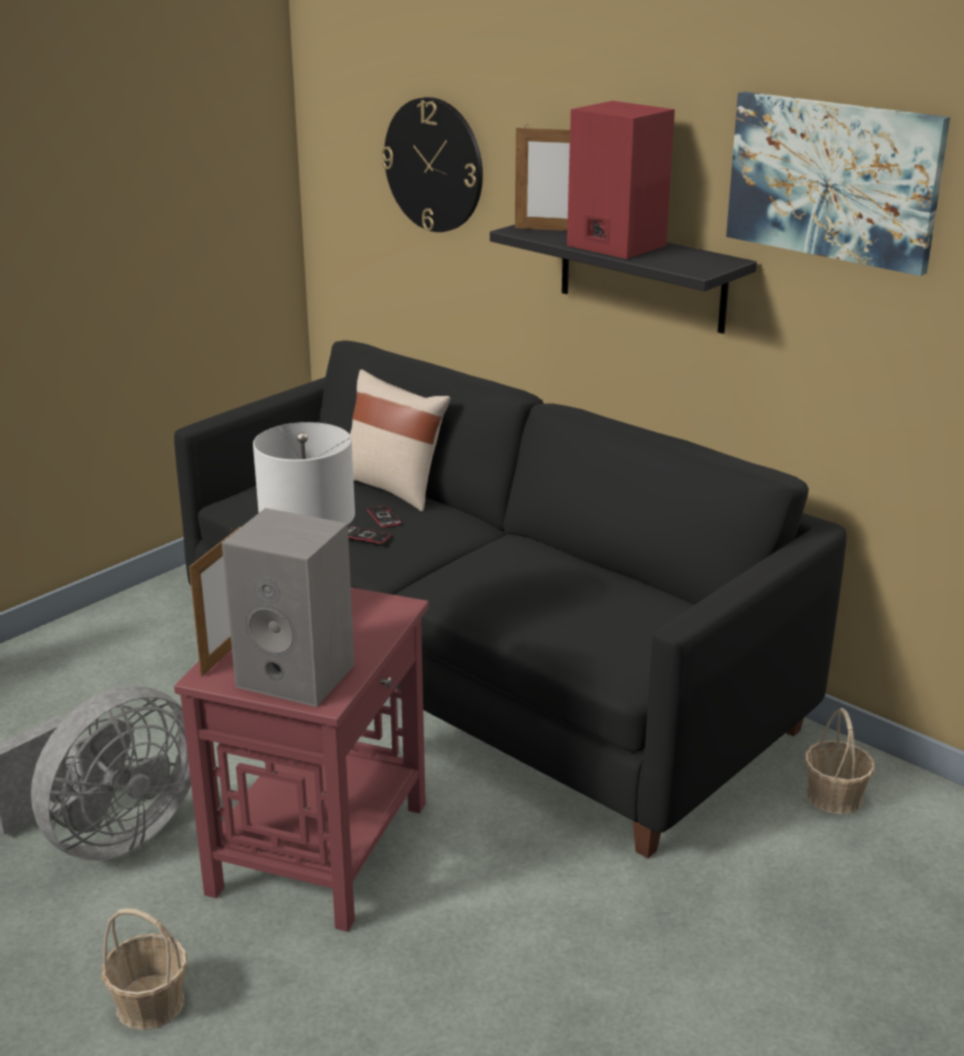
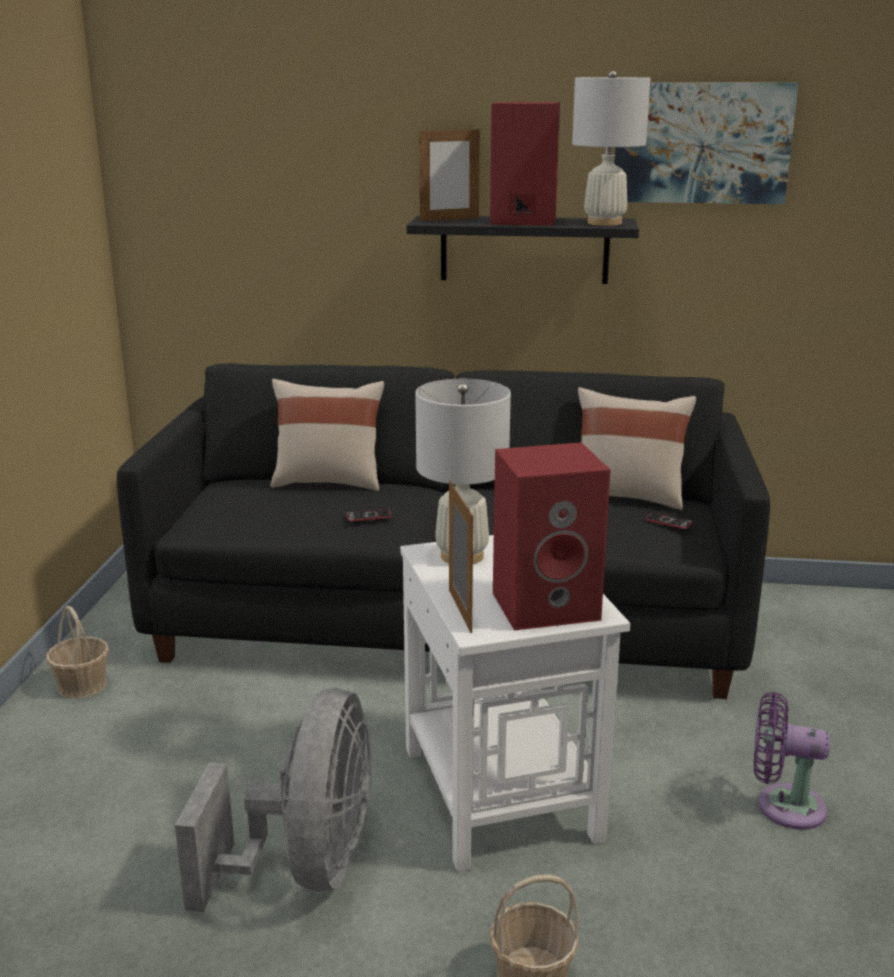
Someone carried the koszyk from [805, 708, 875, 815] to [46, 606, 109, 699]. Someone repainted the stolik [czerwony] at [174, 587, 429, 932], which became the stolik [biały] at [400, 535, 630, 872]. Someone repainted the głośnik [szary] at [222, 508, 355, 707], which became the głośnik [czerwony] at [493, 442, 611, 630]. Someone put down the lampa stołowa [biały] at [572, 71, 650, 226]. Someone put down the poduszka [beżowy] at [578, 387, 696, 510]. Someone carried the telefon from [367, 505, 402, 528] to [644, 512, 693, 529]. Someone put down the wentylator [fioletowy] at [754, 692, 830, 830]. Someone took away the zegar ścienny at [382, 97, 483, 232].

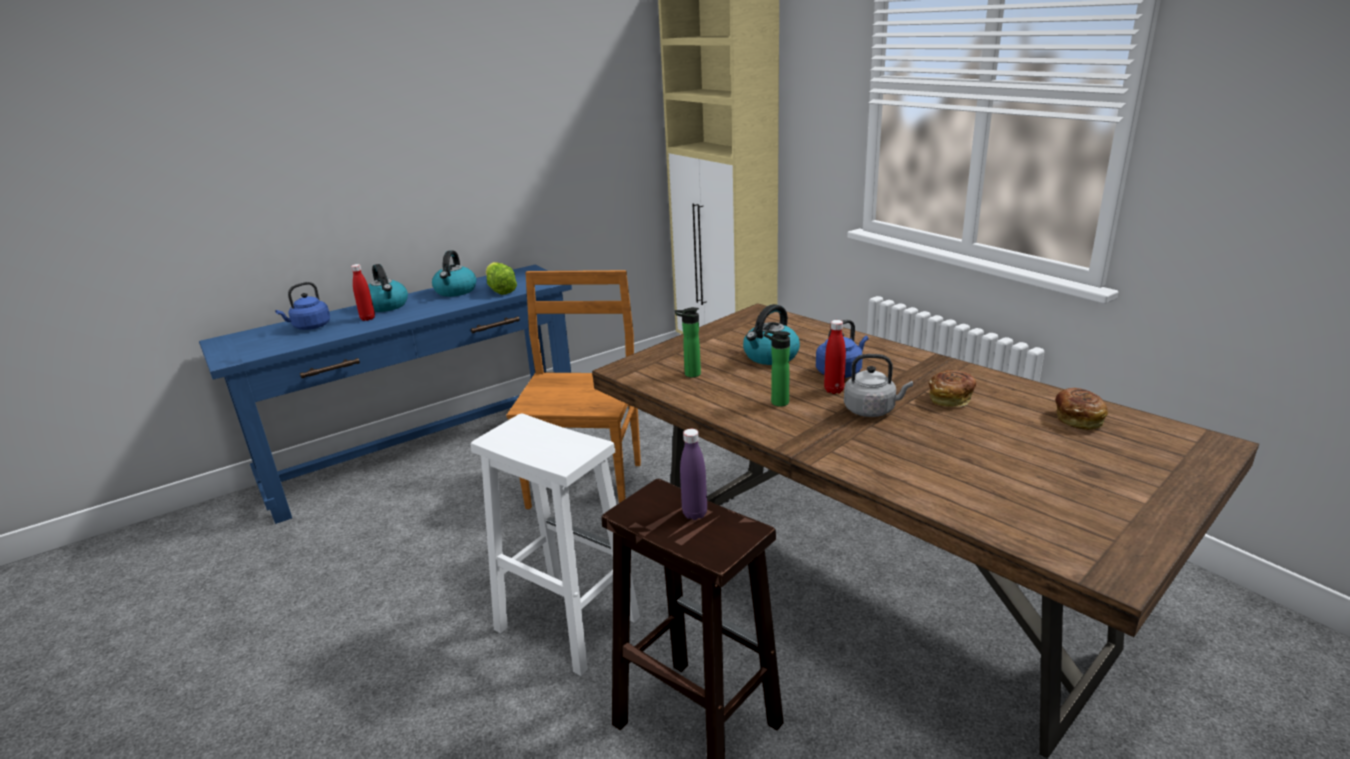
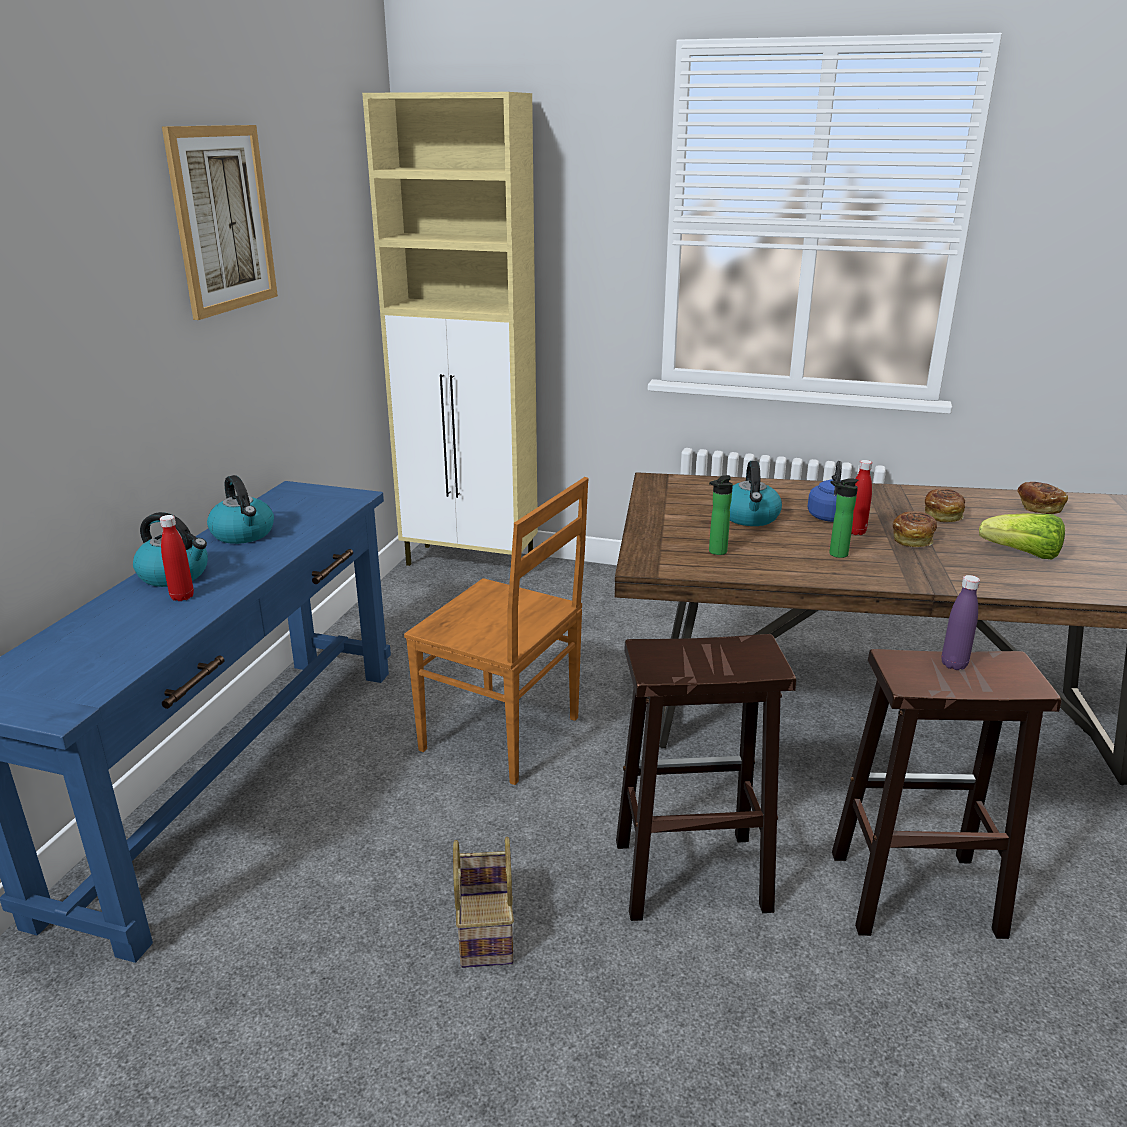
Someone put up the obraz at [162, 125, 278, 320]. Someone rotated the krzesło [brązowy] at [506, 270, 641, 509] by 150 degrees clockwise. Someone put down the koszyk at [453, 837, 514, 968]. Someone repainted the stołek [biały] at [471, 414, 640, 676], which became the stołek [brązowy] at [616, 634, 796, 921]. Someone swapped the czajnik [szary] at [844, 354, 913, 417] for the chleb at [893, 511, 937, 547]. Someone carried the sałata from [486, 262, 517, 295] to [979, 513, 1065, 559]. Someone took away the czajnik [niebieski] at [275, 282, 330, 330].

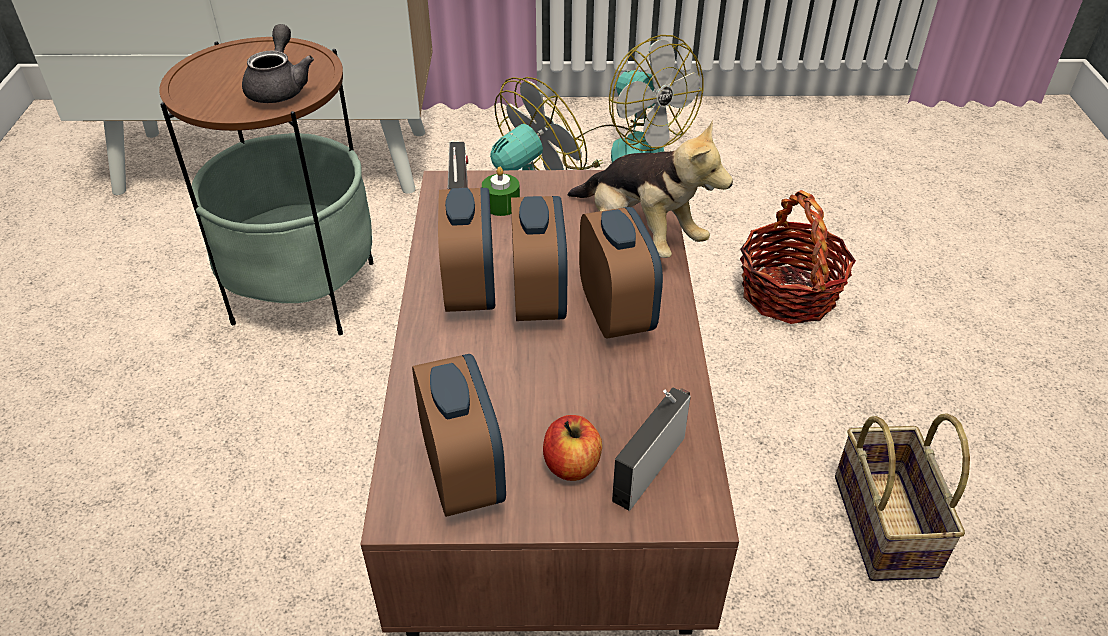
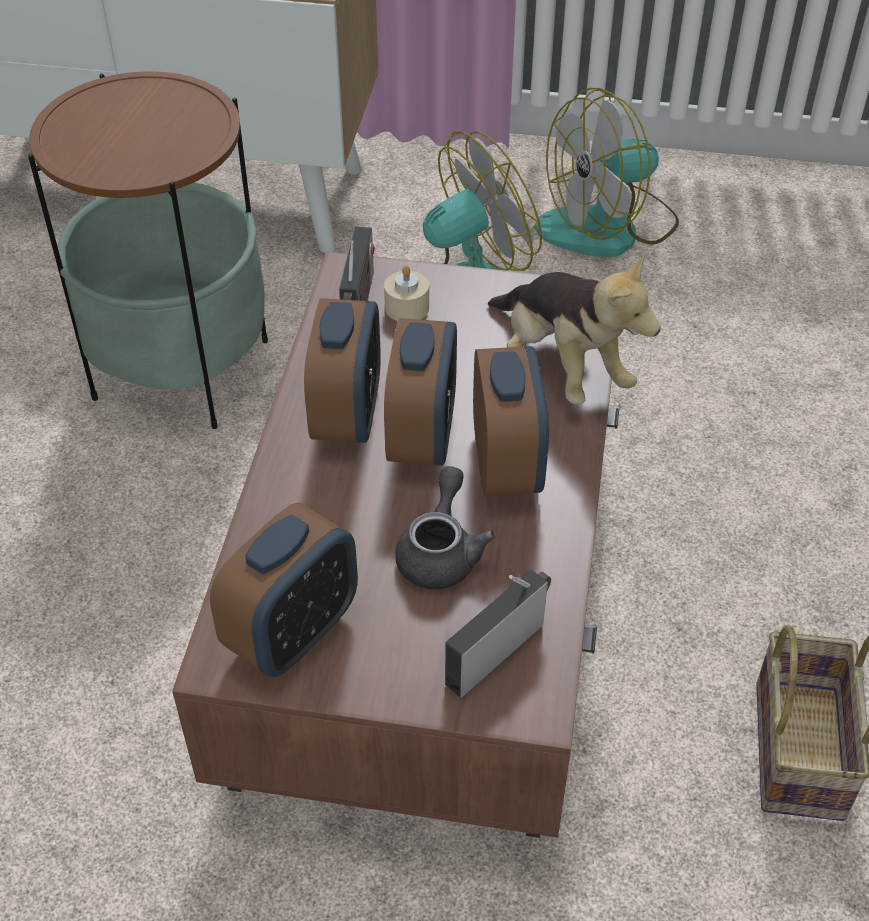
Someone rotated the budzik at [412, 354, 506, 517] by 45 degrees clockwise. Someone repainted the świeca [zielony] at [482, 167, 520, 216], which became the świeca [beżowy] at [384, 265, 429, 321]. Someone carried the imbryk [szary] from [242, 24, 314, 103] to [395, 466, 496, 589]. Someone rotated the wentylator at [562, 35, 703, 170] by 90 degrees clockwise. Someone took away the jabłko at [543, 415, 602, 481]. Someone took away the koszyk at [740, 190, 856, 324].

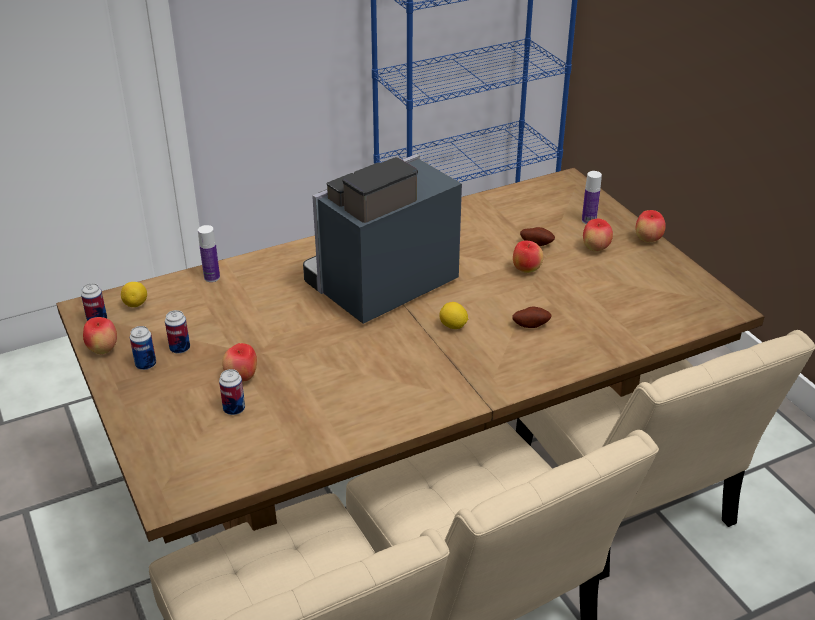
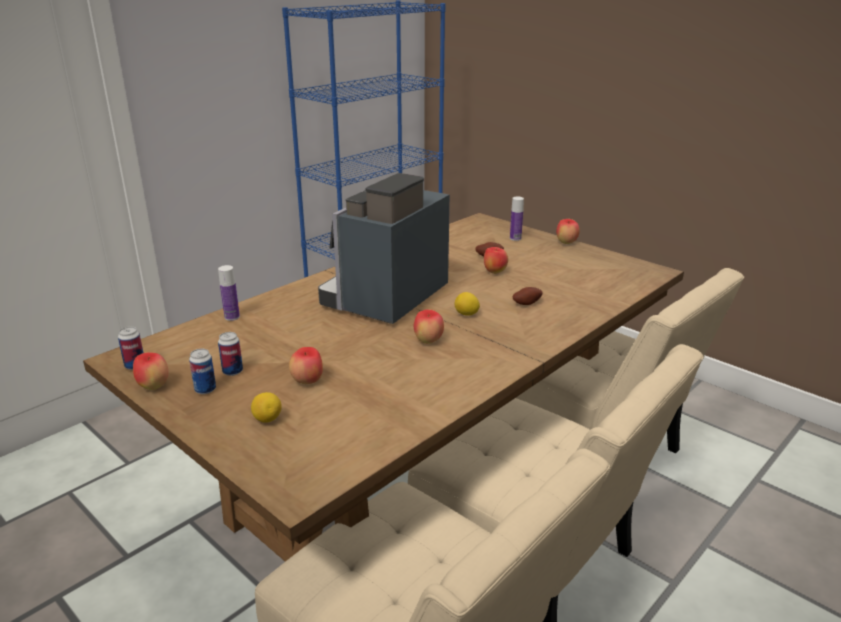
Someone carried the cytryna from [121, 282, 147, 307] to [251, 392, 282, 423]. Someone carried the jabłko from [583, 219, 613, 252] to [414, 309, 444, 344]. Someone took away the puszka at [219, 369, 245, 415].

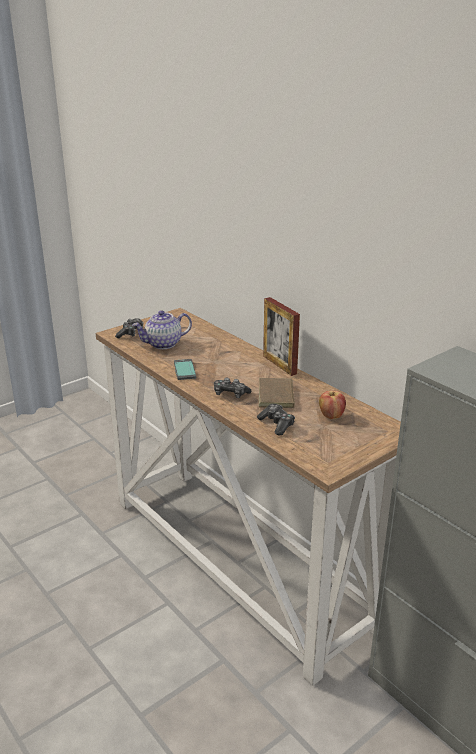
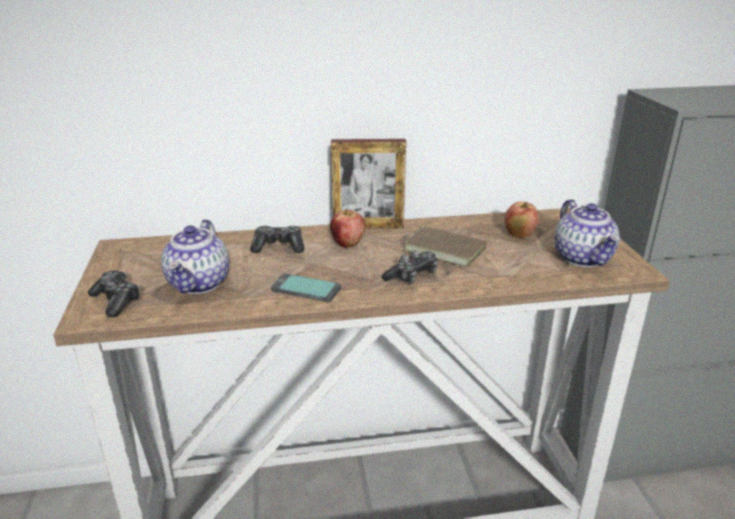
Someone carried the pad do gier from [257, 404, 295, 436] to [250, 226, 304, 253]. Someone put down the jabłko at [330, 209, 365, 248]. Someone put down the imbryk at [555, 199, 621, 267].

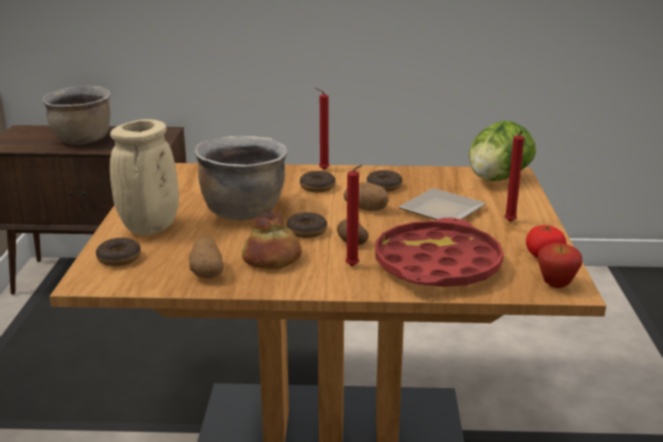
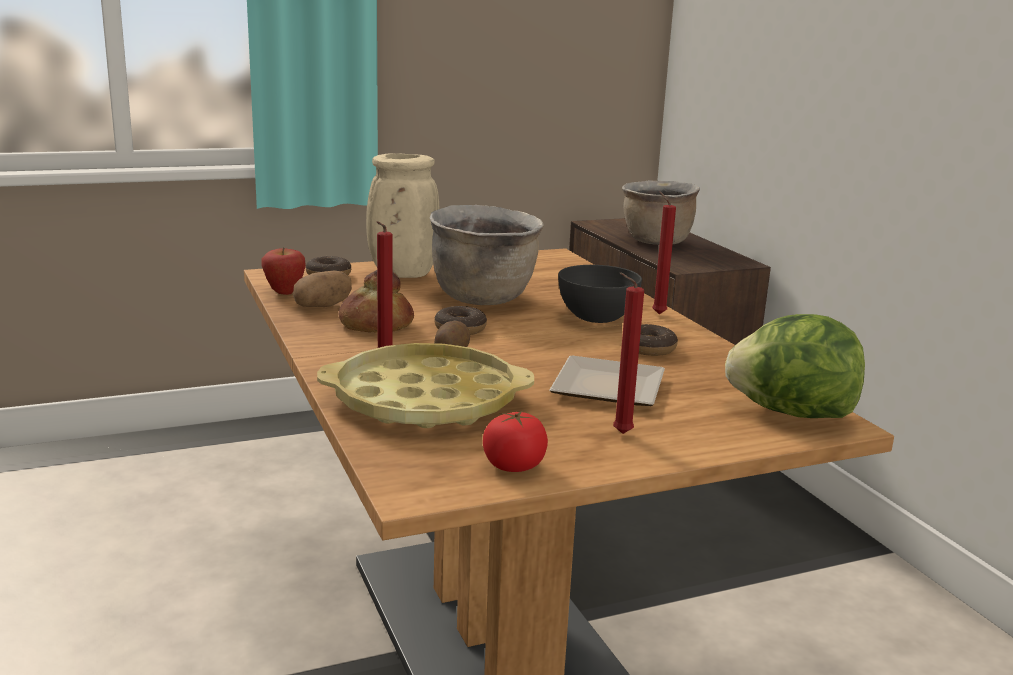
Someone carried the jabłko from [538, 243, 582, 288] to [261, 248, 306, 295]. Someone repainted the taca [czerwony] at [375, 218, 504, 287], which became the taca [żółty] at [317, 343, 534, 428]. Someone swapped the donut at [300, 171, 336, 192] for the miska [szary] at [558, 265, 642, 323]. Someone took away the ziemniak at [344, 182, 389, 211].

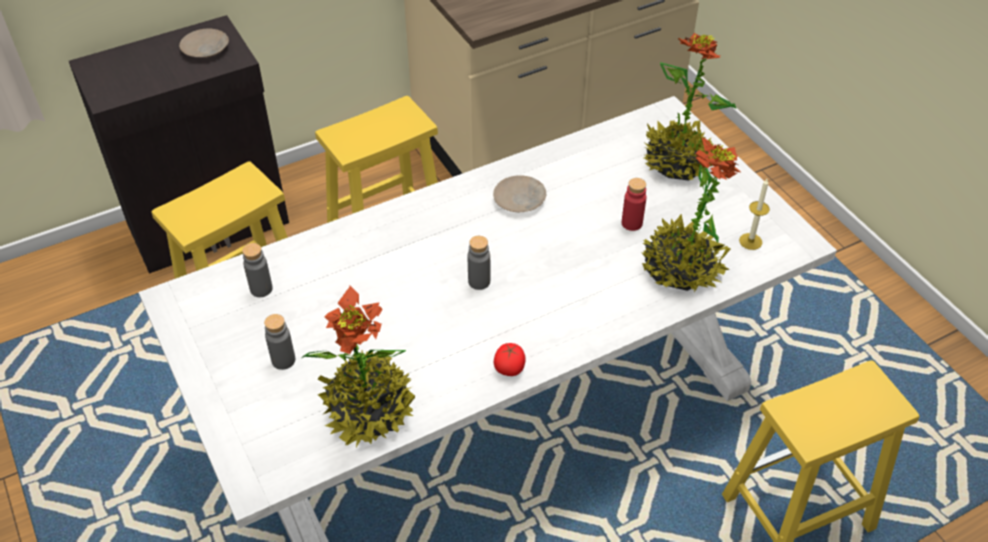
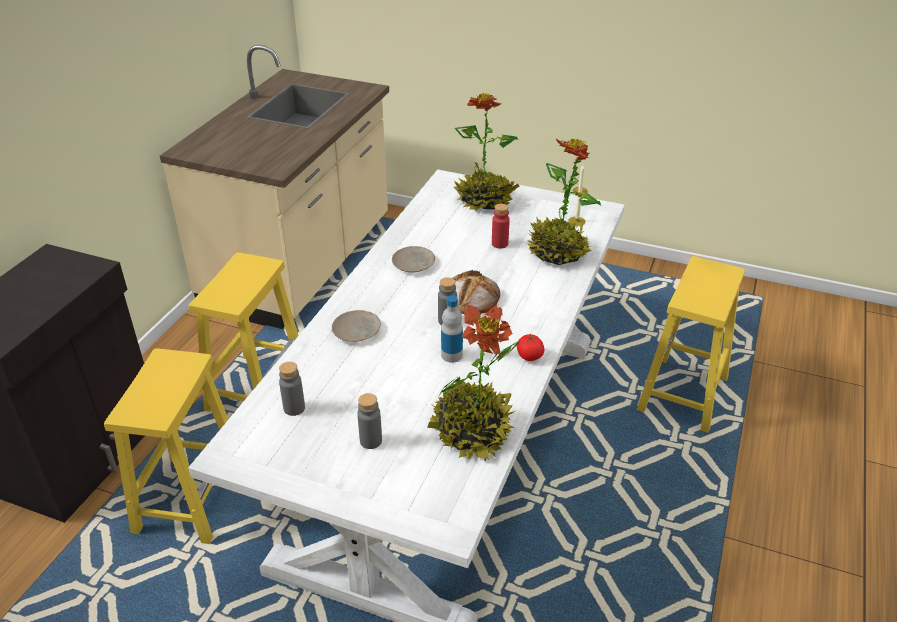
Someone carried the talerz [beżowy] from [179, 28, 229, 58] to [332, 310, 381, 342]. Someone put down the butelka at [441, 295, 463, 363]. Someone put down the chleb at [452, 270, 500, 314].

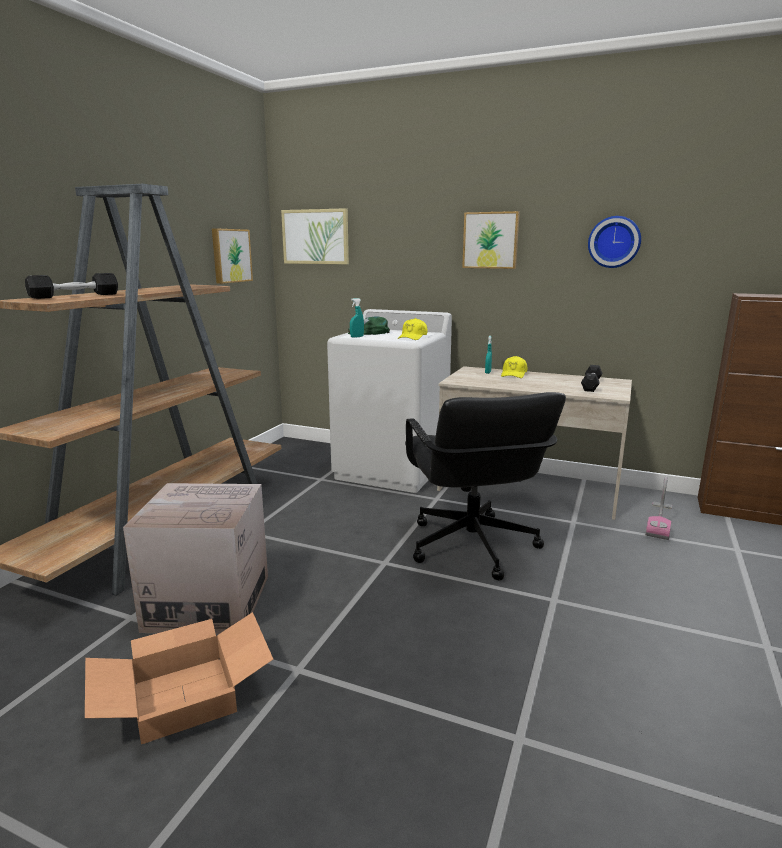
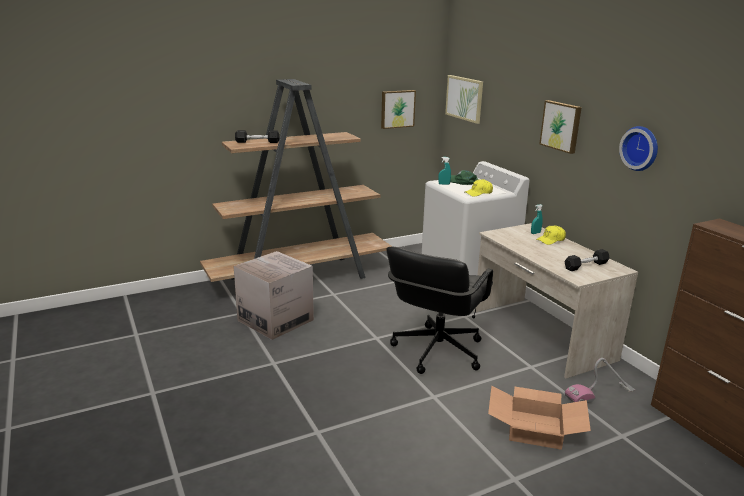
Someone carried the karton from [85, 612, 273, 744] to [488, 386, 591, 450].

